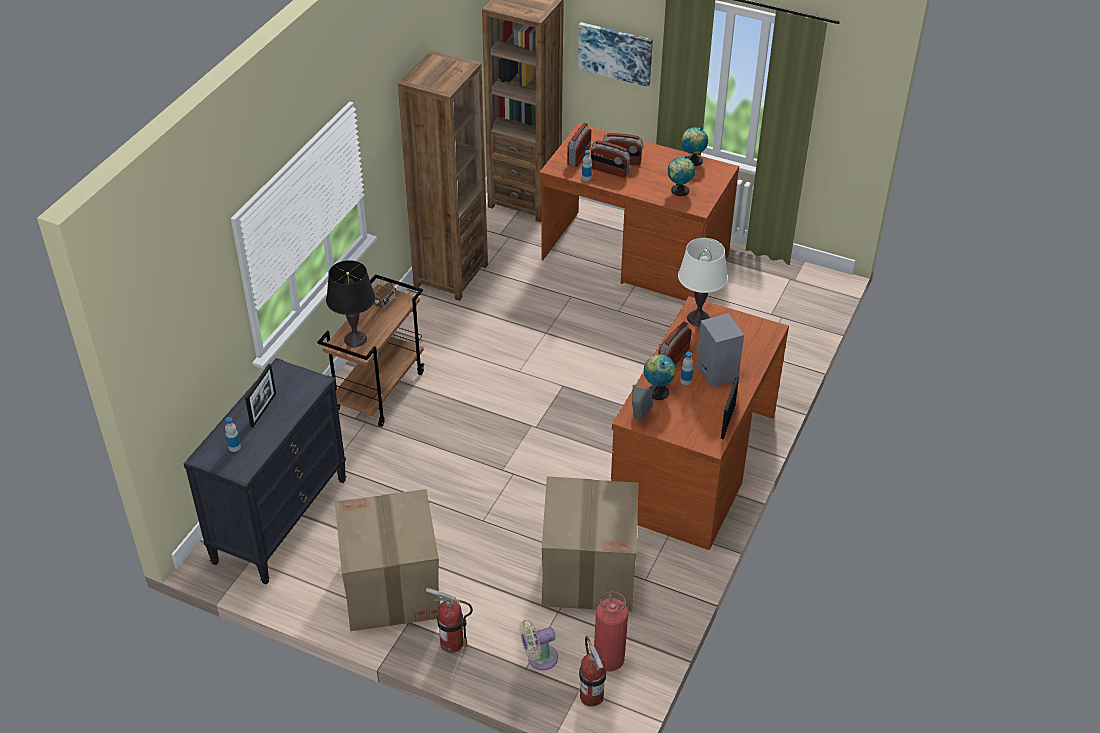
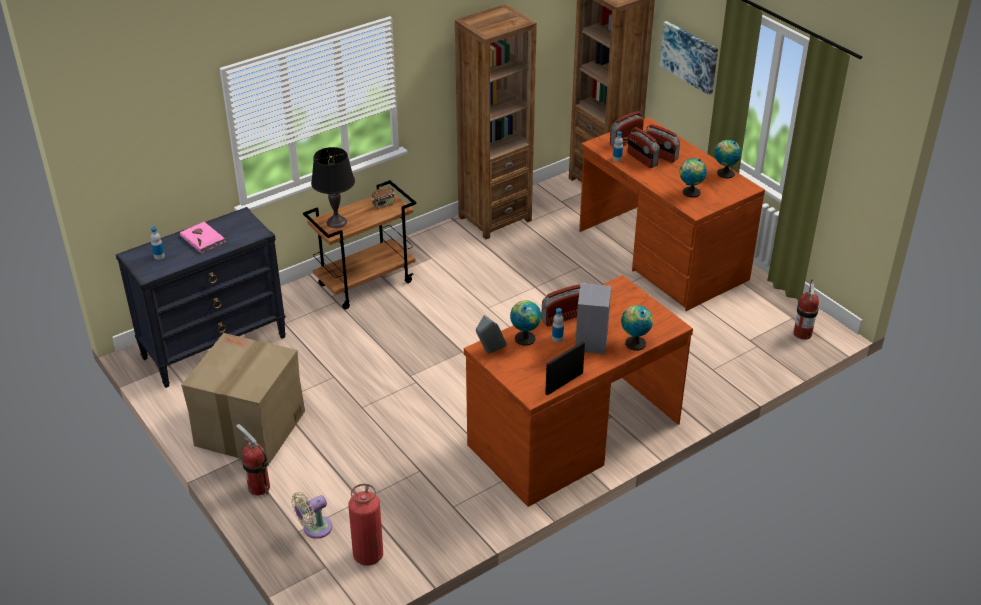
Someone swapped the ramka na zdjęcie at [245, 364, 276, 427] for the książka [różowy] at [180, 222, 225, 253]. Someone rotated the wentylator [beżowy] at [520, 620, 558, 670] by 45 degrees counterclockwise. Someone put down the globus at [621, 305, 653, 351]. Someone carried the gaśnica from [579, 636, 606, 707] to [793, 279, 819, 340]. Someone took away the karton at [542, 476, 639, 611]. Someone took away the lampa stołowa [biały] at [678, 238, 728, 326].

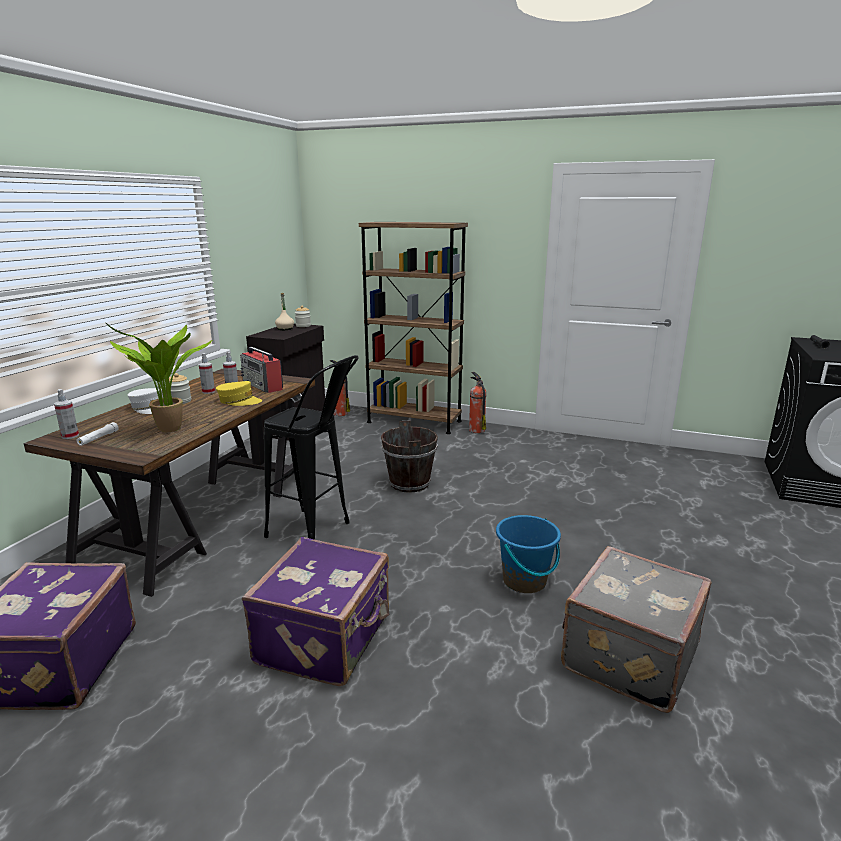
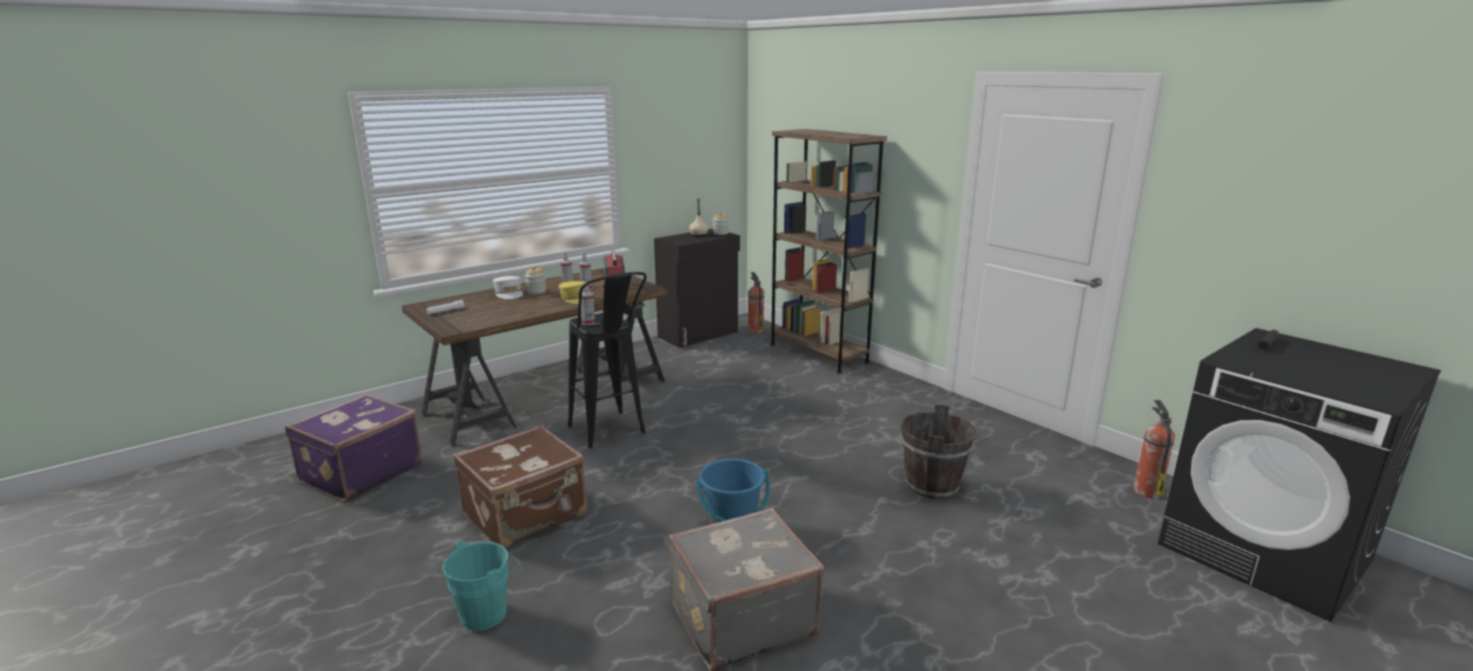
Someone put down the wiadro [turkusowy] at [443, 540, 522, 631]. Someone repainted the walizka [fioletowy] at [242, 537, 389, 686], which became the walizka [brązowy] at [453, 425, 587, 548]. Someone carried the spryskiwacz from [54, 389, 79, 439] to [581, 282, 595, 325]. Someone carried the wiadro [brązowy] from [381, 420, 438, 493] to [900, 404, 976, 499]. Someone carried the gaśnica from [469, 372, 486, 433] to [1133, 400, 1175, 498]. Someone took away the roślina doniczkowa at [105, 322, 212, 432].

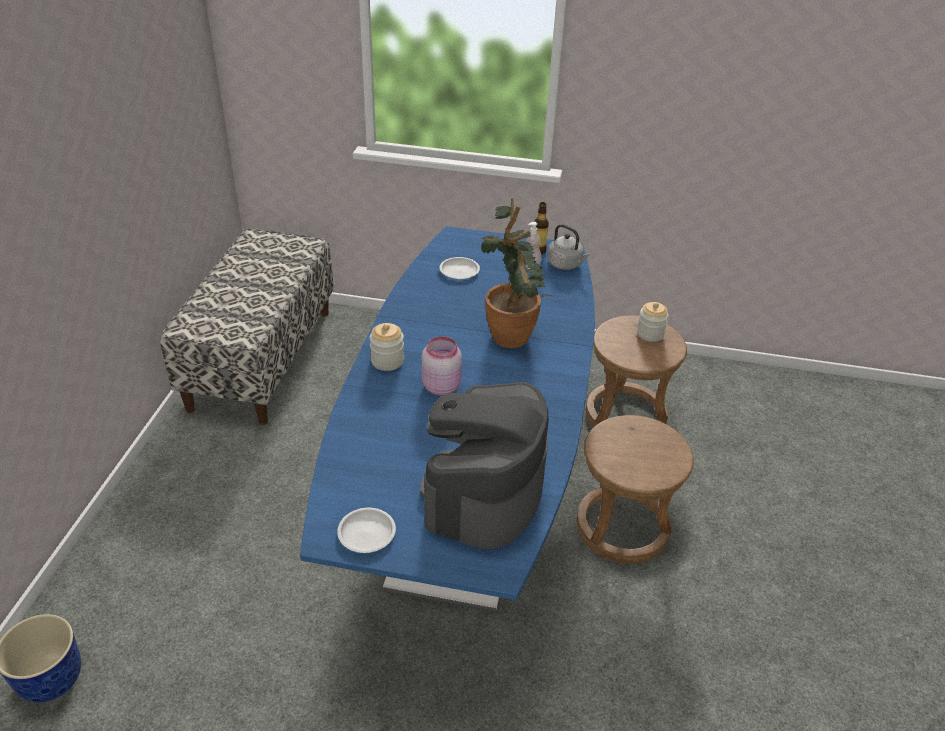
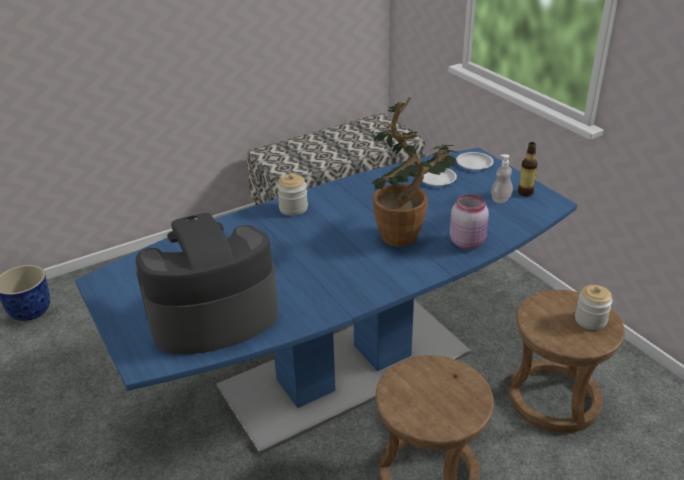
Someone carried the słoik [różowy] from [421, 336, 462, 395] to [450, 194, 489, 249]. Someone carried the talerz [biały] from [337, 508, 396, 553] to [456, 152, 494, 170]. Someone took away the czajnik [szary] at [547, 224, 590, 270].

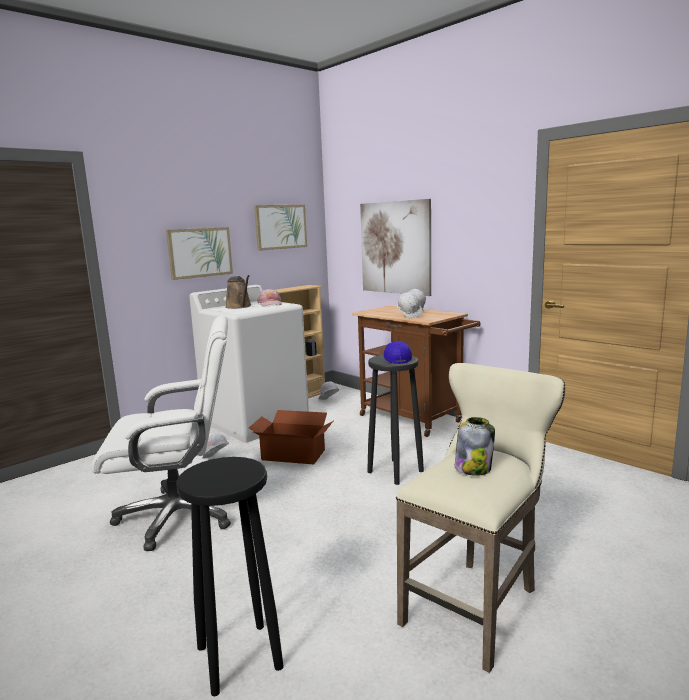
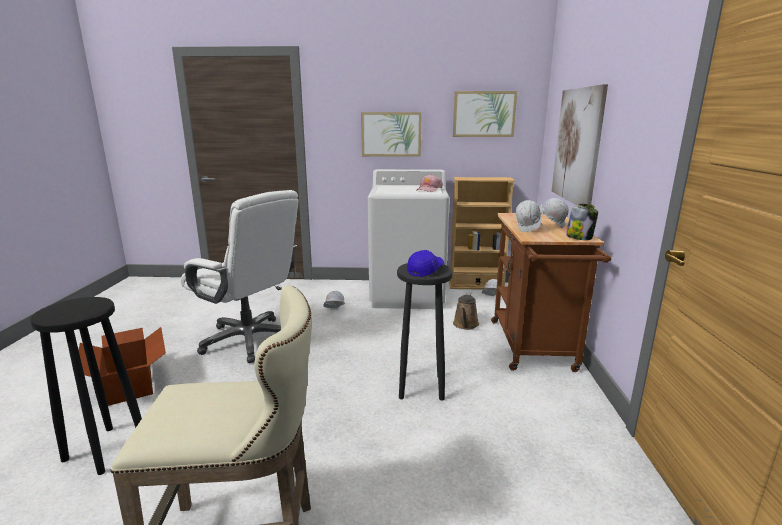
Someone carried the karton from [249, 410, 333, 464] to [79, 327, 166, 406]. Someone carried the konewka [brązowy] from [225, 275, 251, 309] to [453, 293, 479, 330]. Someone carried the słoik from [455, 417, 495, 476] to [566, 203, 598, 240].

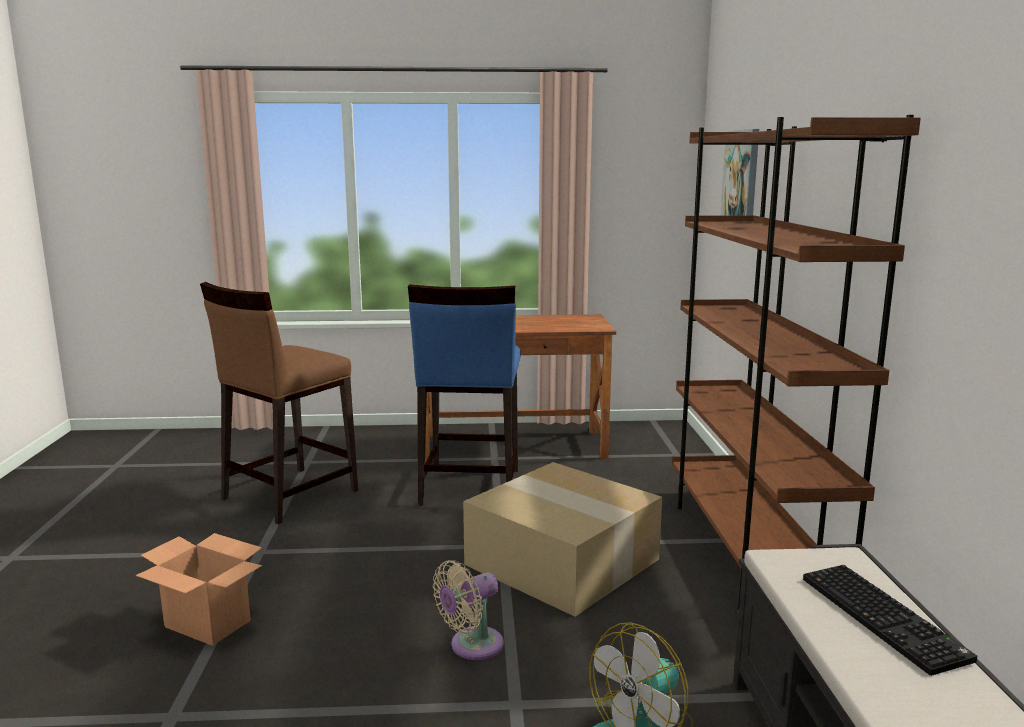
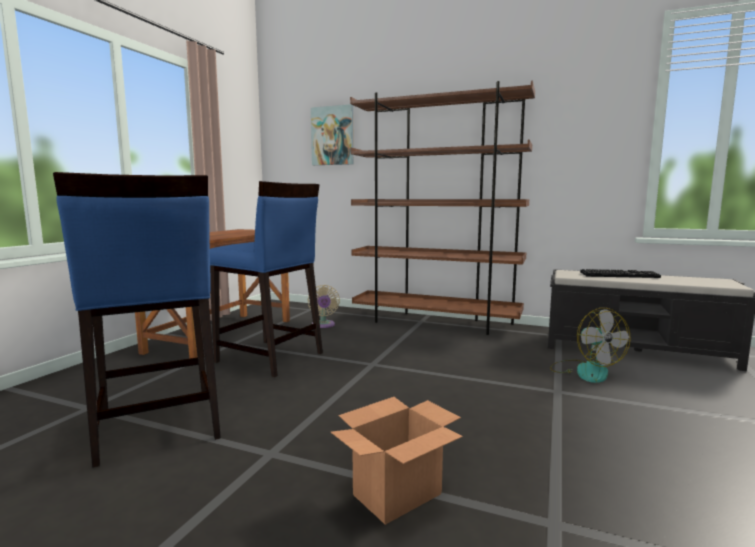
Someone repainted the stołek [brązowy] at [200, 282, 358, 524], which became the stołek [niebieski] at [53, 172, 221, 468]. Someone carried the wentylator [beżowy] from [433, 560, 504, 660] to [308, 285, 340, 328]. Someone took away the karton at [463, 462, 662, 617].

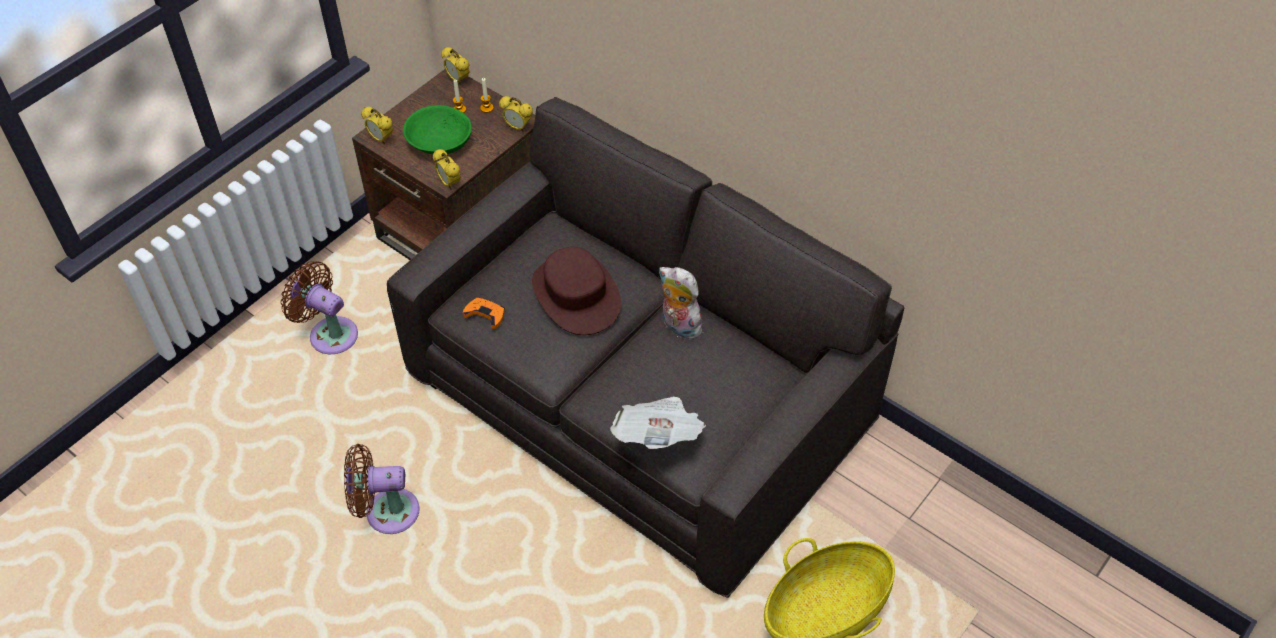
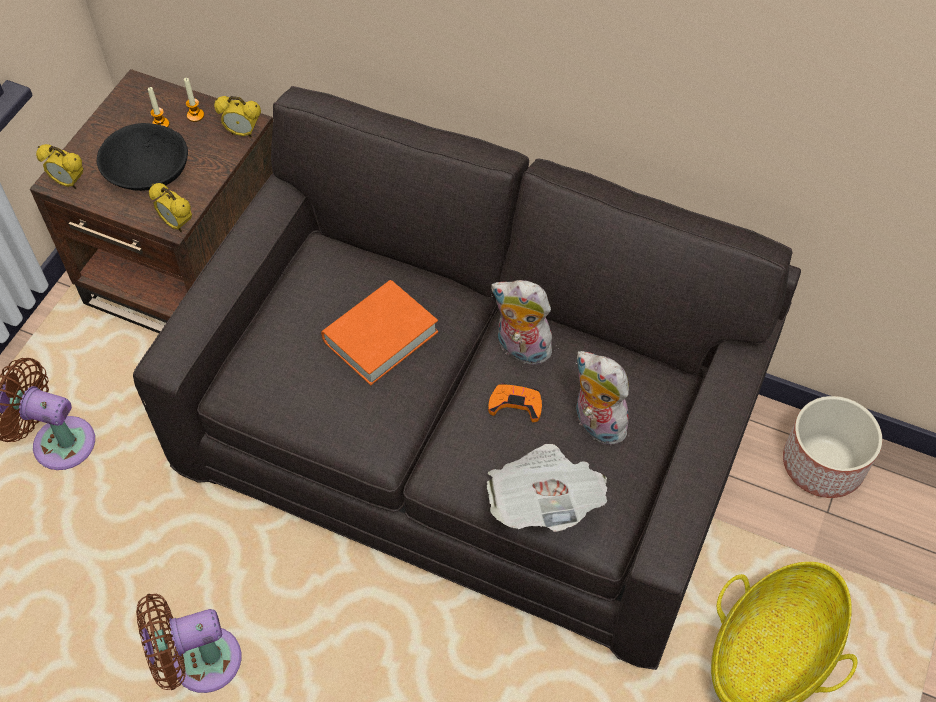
Someone repainted the miska [zielony] at [403, 105, 472, 154], which became the miska [czarny] at [97, 123, 188, 191]. Someone swapped the kapelusz [brązowy] at [532, 247, 621, 335] for the książka [pomarańczowy] at [321, 280, 438, 385]. Someone carried the pad do gier [pomarańczowy] from [463, 297, 505, 329] to [488, 383, 542, 422]. Someone put down the pluszak at [576, 351, 629, 445]. Someone put down the donica at [783, 396, 882, 498]. Someone took away the budzik at [441, 47, 470, 85].

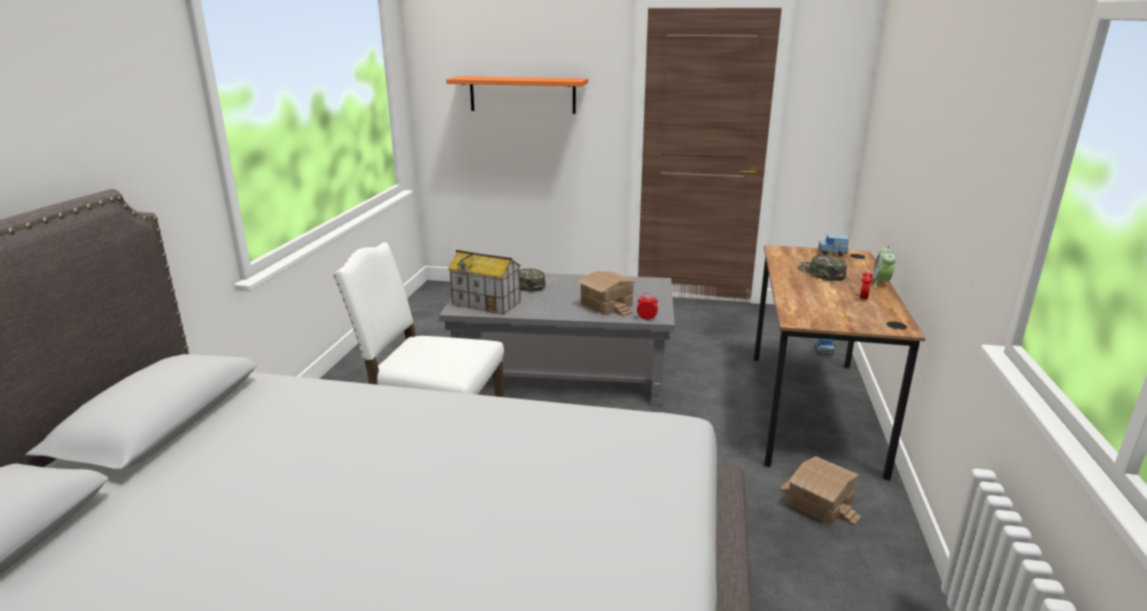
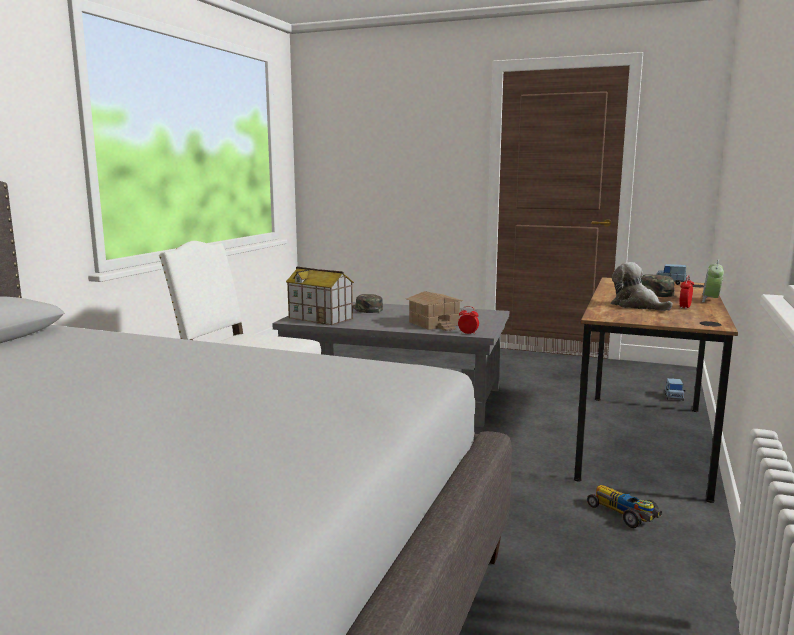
Someone swapped the domek at [780, 456, 861, 525] for the samochodzik at [587, 485, 662, 528]. Someone put down the pluszak at [611, 262, 673, 311]. Someone took away the półka [pomarańczowy] at [446, 76, 588, 114].

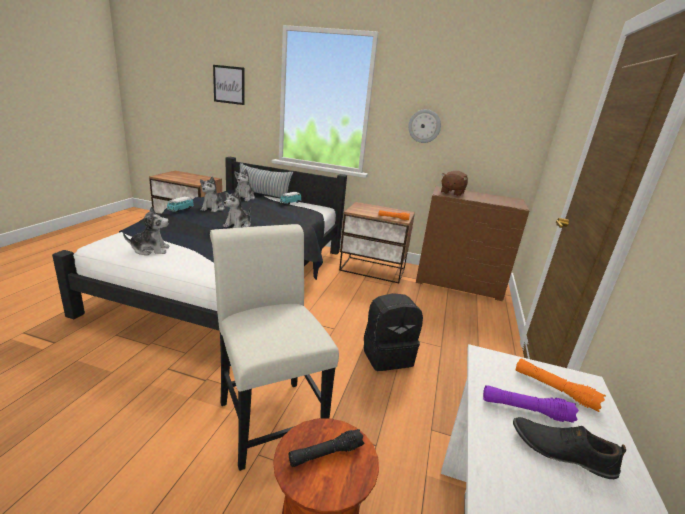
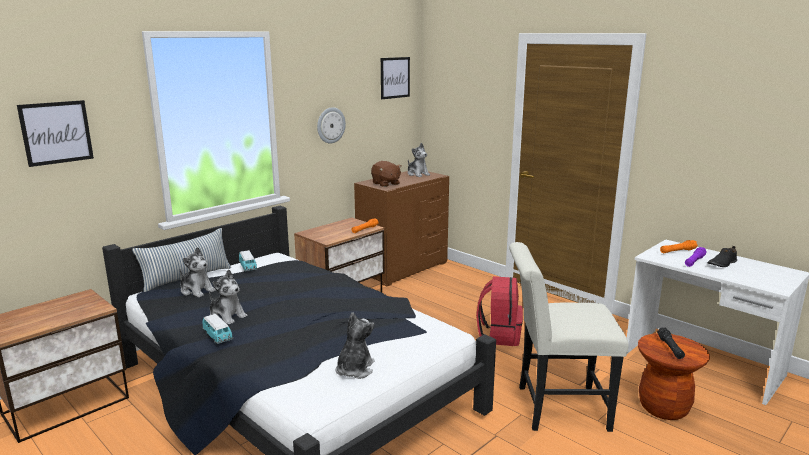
Someone put up the obraz at [381, 57, 410, 99]. Someone carried the pluszak from [223, 190, 251, 228] to [408, 143, 430, 177]. Someone repainted the plecak [czarny] at [364, 293, 423, 371], which became the plecak [czerwony] at [476, 276, 523, 346].

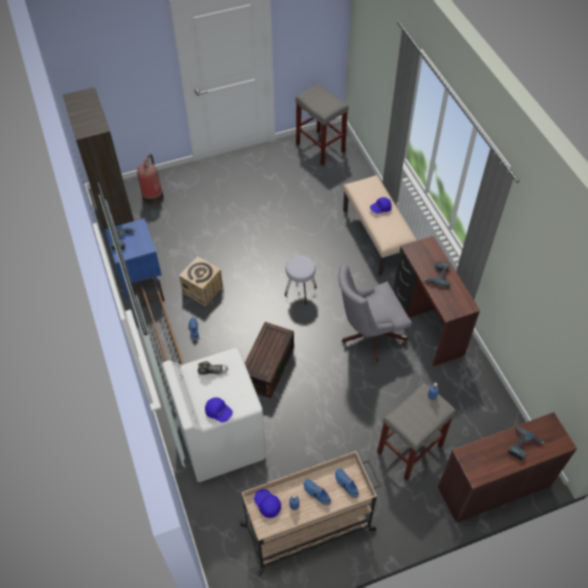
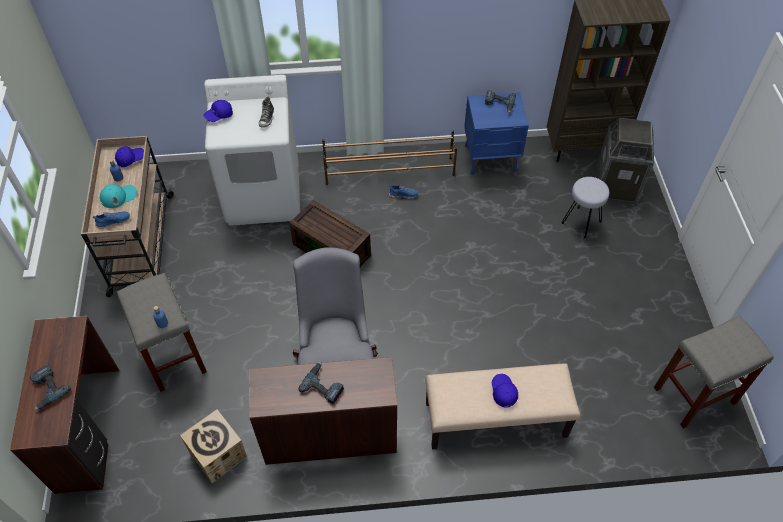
Someone swapped the but [niebieski] at [304, 479, 331, 506] for the czapka z daszkiem [turkusowy] at [100, 184, 137, 208]. Someone carried the karton from [179, 256, 223, 306] to [180, 409, 247, 483]. Someone carried the stołek [szary] from [285, 255, 317, 305] to [561, 177, 609, 238]. Someone swapped the gaśnica at [137, 154, 164, 206] for the kosz na śmieci at [596, 118, 654, 204].

